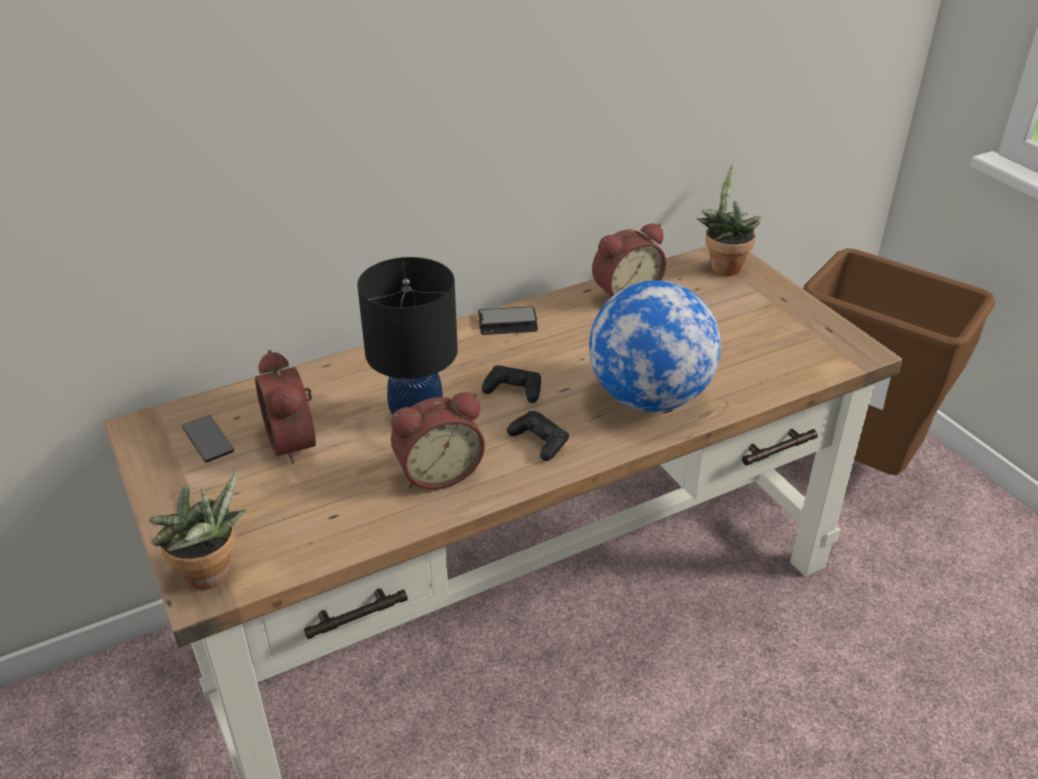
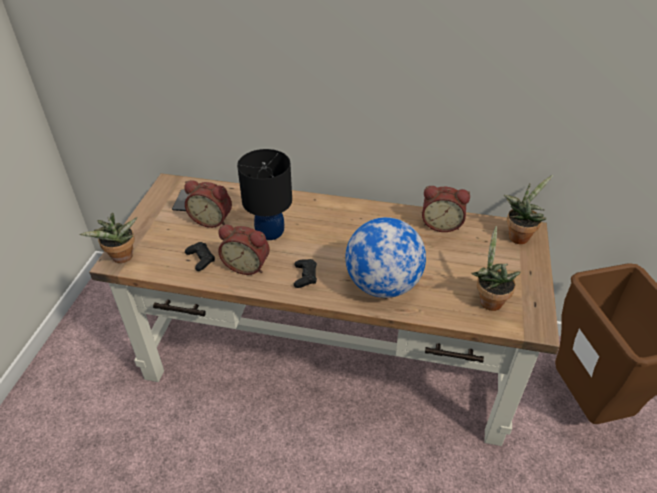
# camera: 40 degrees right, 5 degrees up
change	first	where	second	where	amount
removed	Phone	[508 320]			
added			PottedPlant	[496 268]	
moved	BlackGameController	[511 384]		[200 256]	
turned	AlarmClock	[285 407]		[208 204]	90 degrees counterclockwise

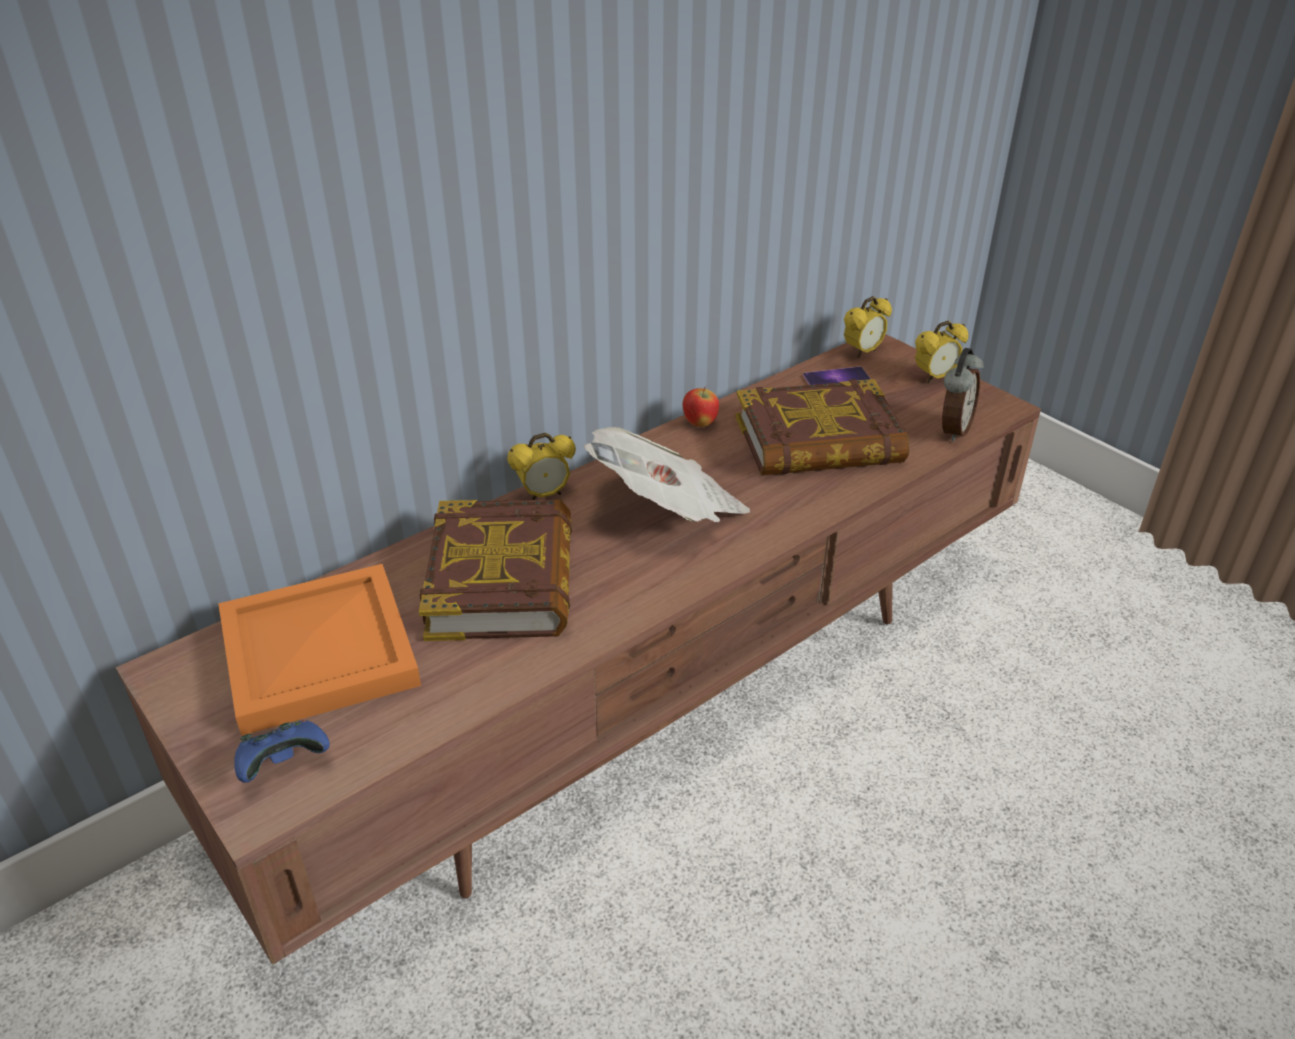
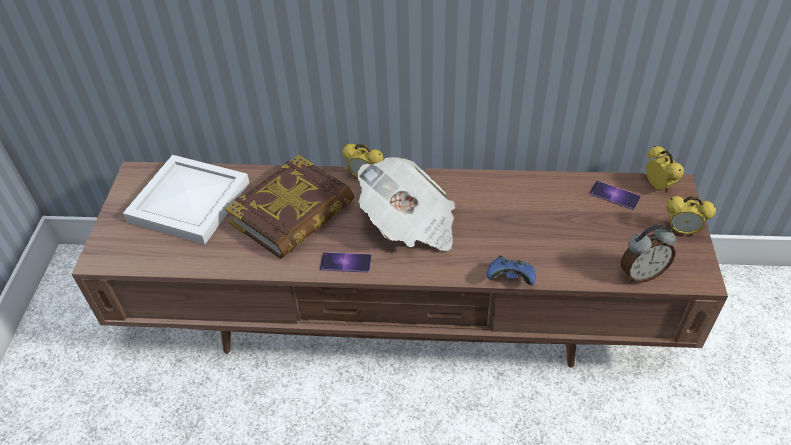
# camera: 45 degrees right, 10 degrees up
change	first	where	second	where	amount
removed	Apple	[701 407]			
removed	Book	[822 427]			
added			Phone	[346 262]	
moved	BlueGameController	[282 751]		[511 270]	
recoloured	OrangeTray	[319 650]	WhiteTray	[186 200]	
turned	AlarmClock	[868 327]		[665 168]	120 degrees counterclockwise

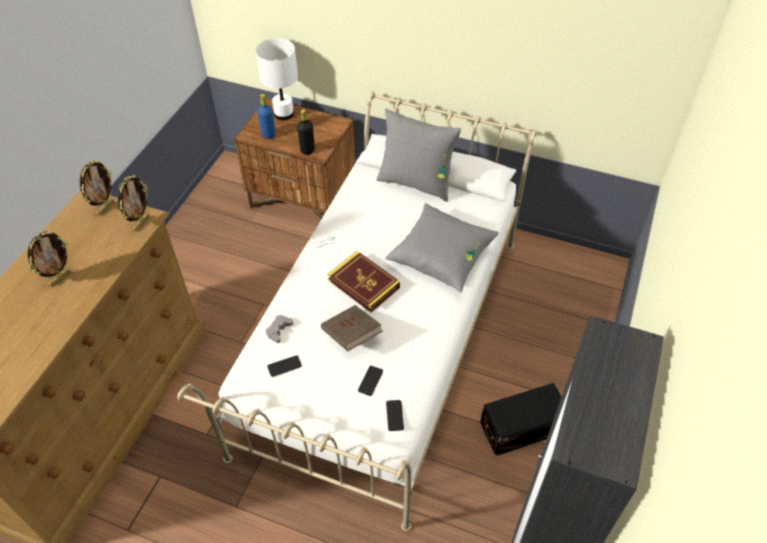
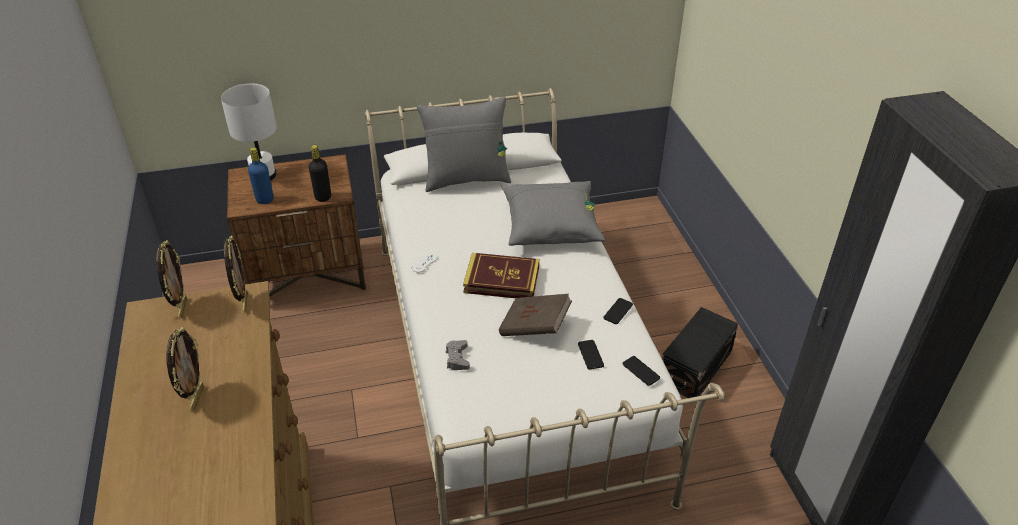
# camera: 35 degrees left, 10 degrees down
change	first	where	second	where	amount
moved	Phone	[285 366]		[618 311]	

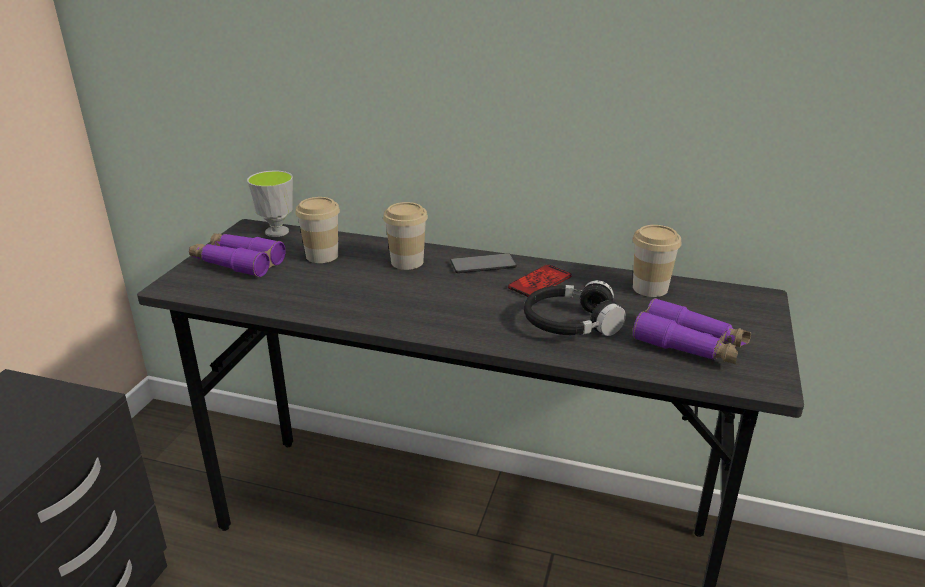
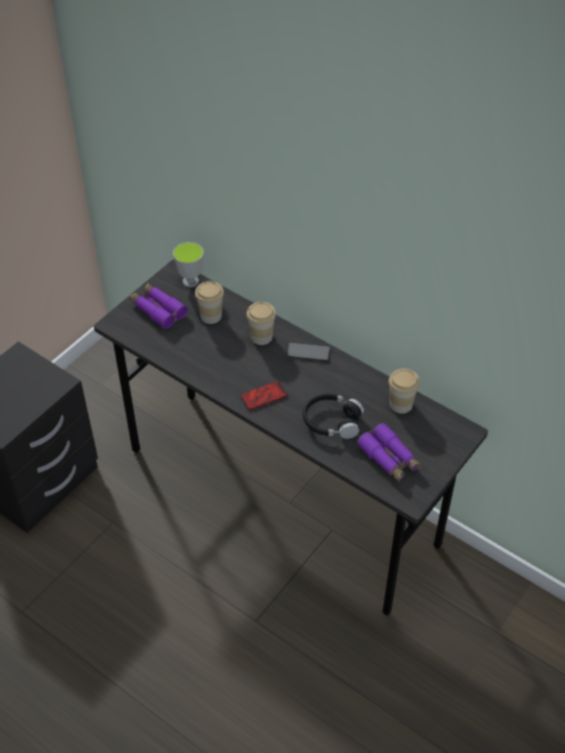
# camera: 20 degrees right, 20 degrees up
change	first	where	second	where	amount
moved	Phone	[540 280]		[263 395]	

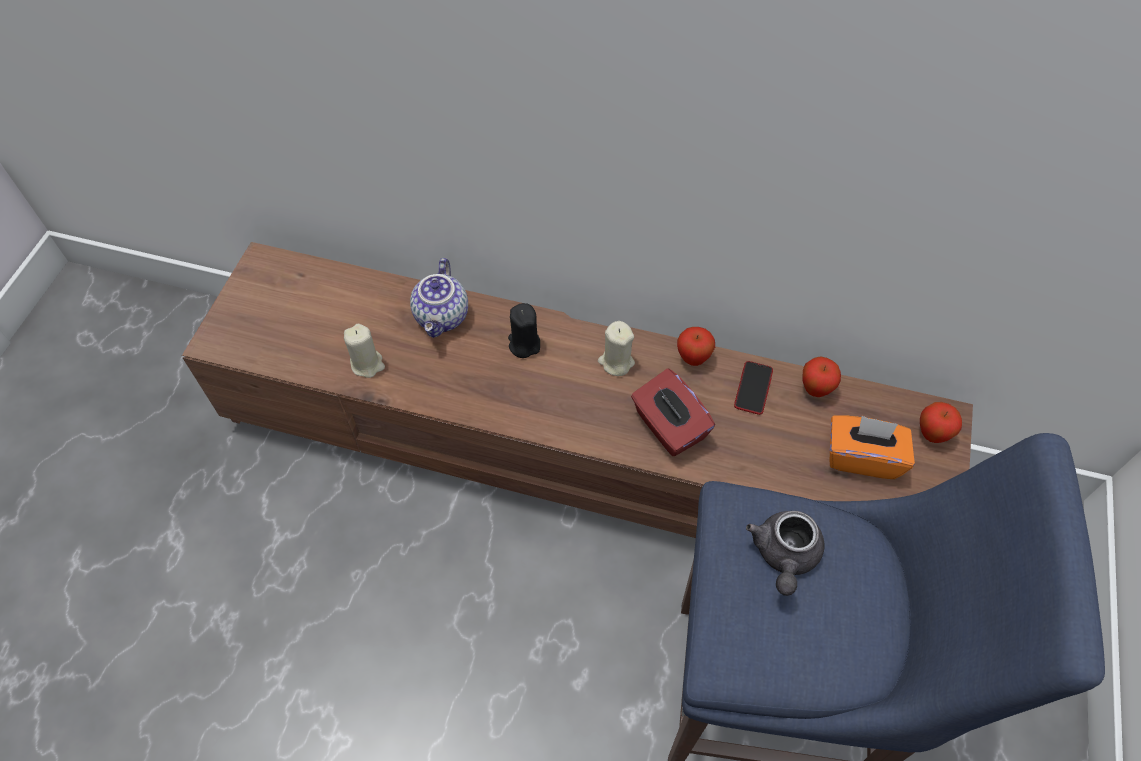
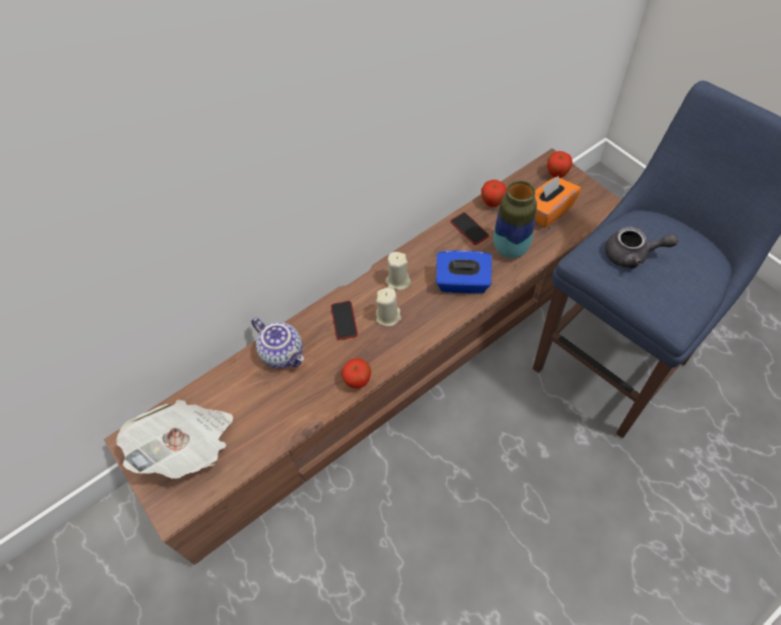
# camera: 50 degrees left, 0 degrees up
change	first	where	second	where	amount
added			Newspaper	[174 439]	
added			Vase	[515 219]	
moved	BeigeCandle	[364 351]		[388 307]	
moved	Apple	[696 346]		[356 373]	
replaced	BlackCandle	[524 330]	Phone	[344 320]	
recoloured	RedTissueBox	[673 412]	BlueTissueBox	[464 272]	
turned	GreyTeapot	[785 553]		[642 247]	45 degrees counterclockwise

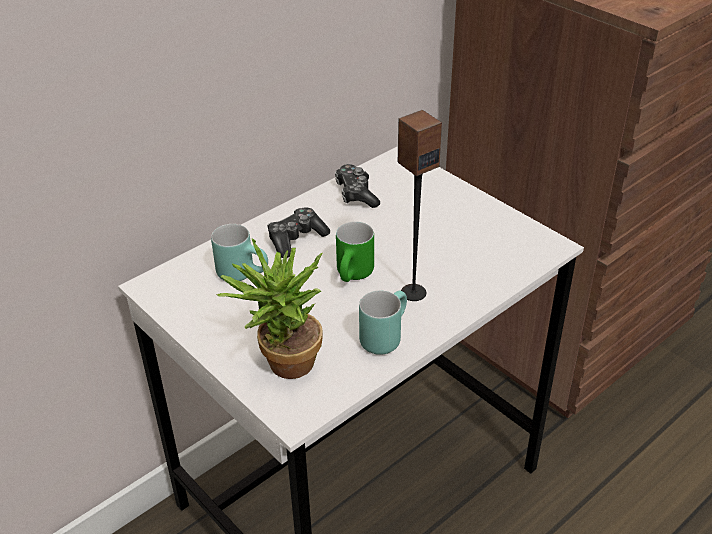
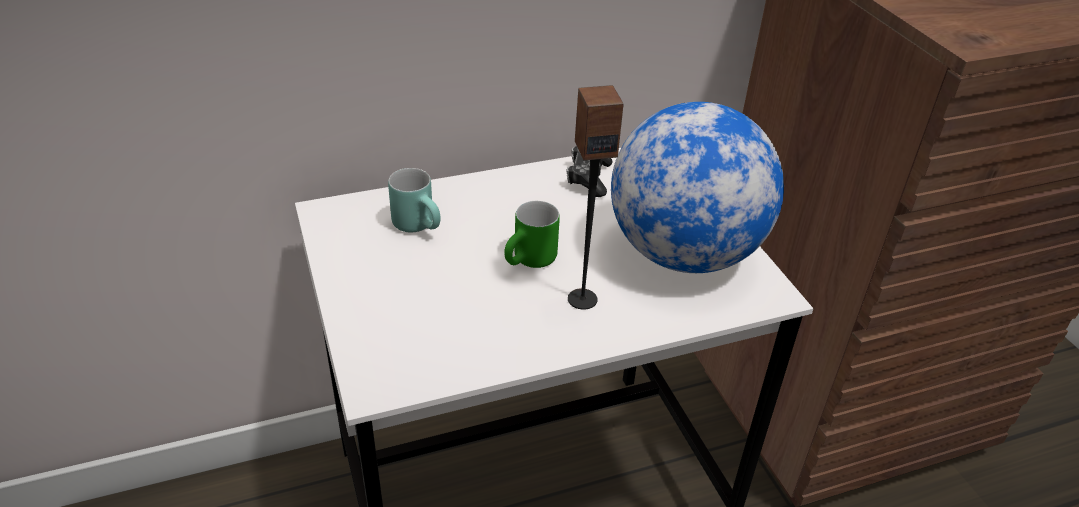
# camera: 20 degrees right, 0 degrees up
change	first	where	second	where	amount
removed	PottedPlant	[269 308]			
removed	GameController	[298 233]			
removed	TurquoiseMug	[383 322]			
added			Globe	[697 187]	

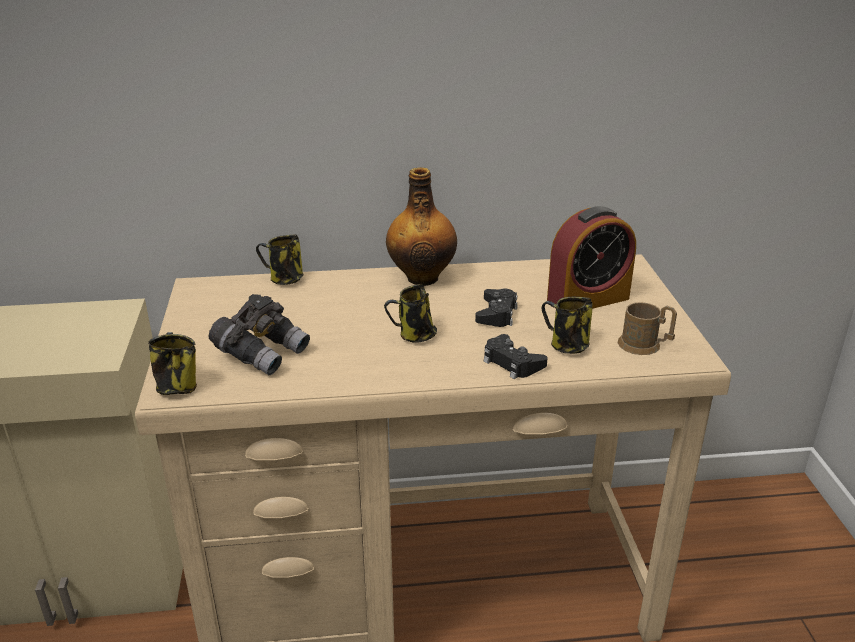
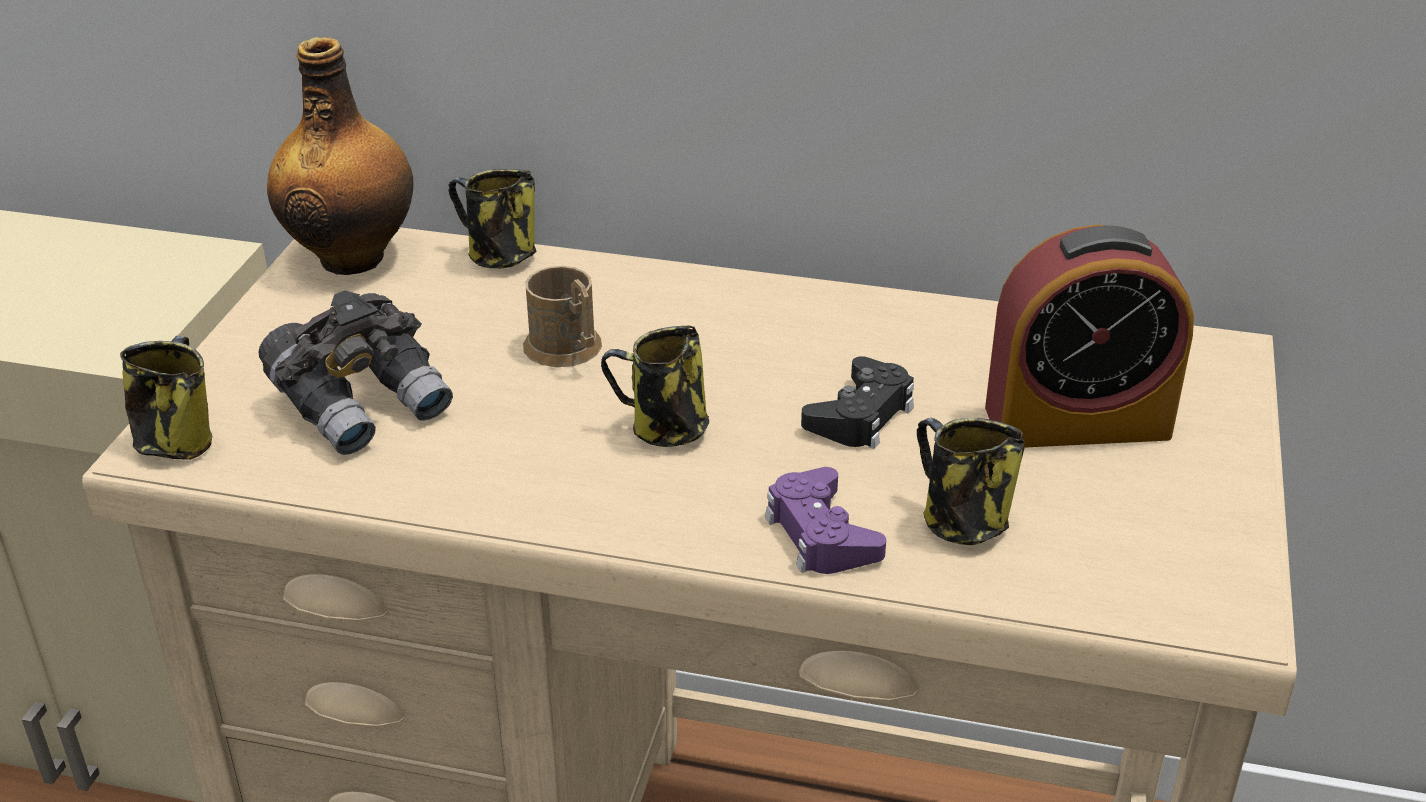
# camera: 20 degrees right, 5 degrees up
change	first	where	second	where	amount
moved	Bottle	[421 226]		[340 156]	
moved	BrownMug	[647 328]		[562 316]	
recoloured	BlackGameController	[516 356]	PurpleGameController	[825 520]	

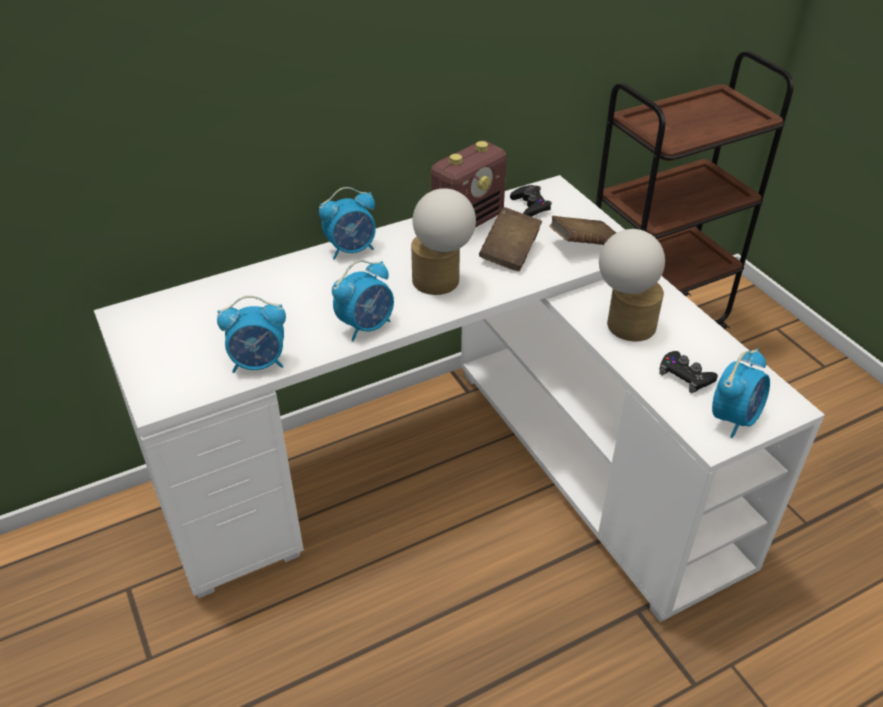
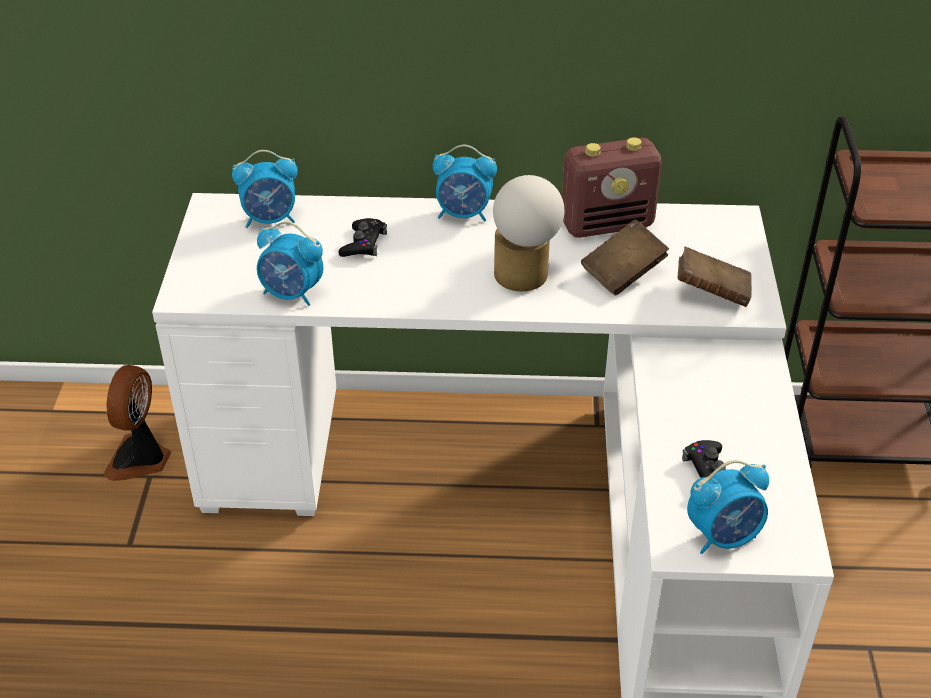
# camera: 30 degrees right, 0 degrees up
change	first	where	second	where	amount
removed	TableLamp	[632 285]			
added			Fan	[137 423]	
moved	AlarmClock	[363 300]		[265 189]	
moved	BlackGameController	[531 201]		[363 237]	

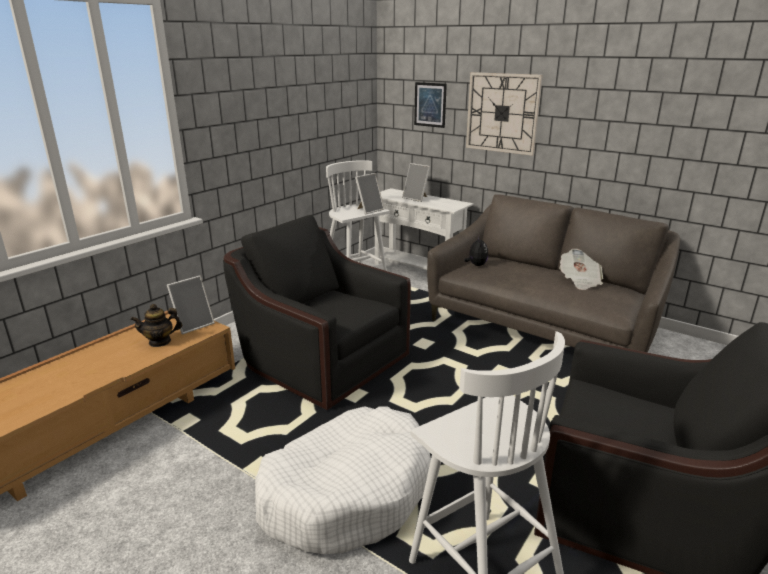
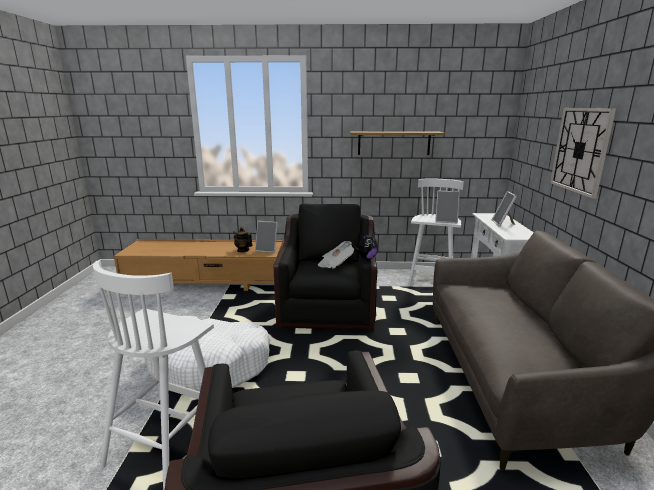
# camera: 55 degrees right, 5 degrees down
change	first	where	second	where	amount
removed	Picture	[430 105]			
added			Shelf	[397 143]	
moved	PlushToy	[476 251]		[366 246]	
moved	Newspaper	[581 269]		[336 255]	

